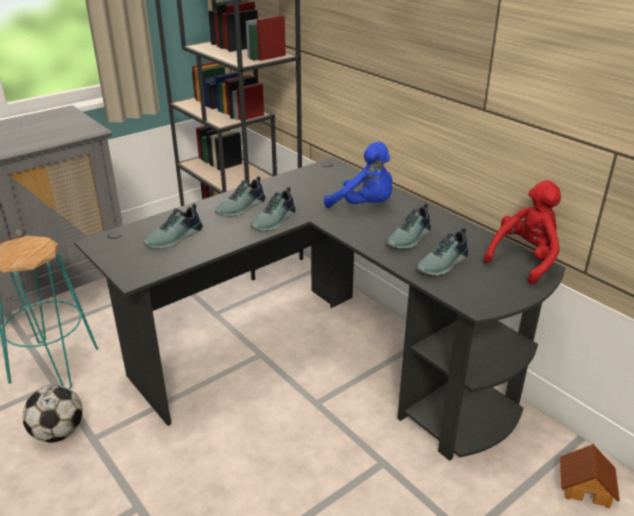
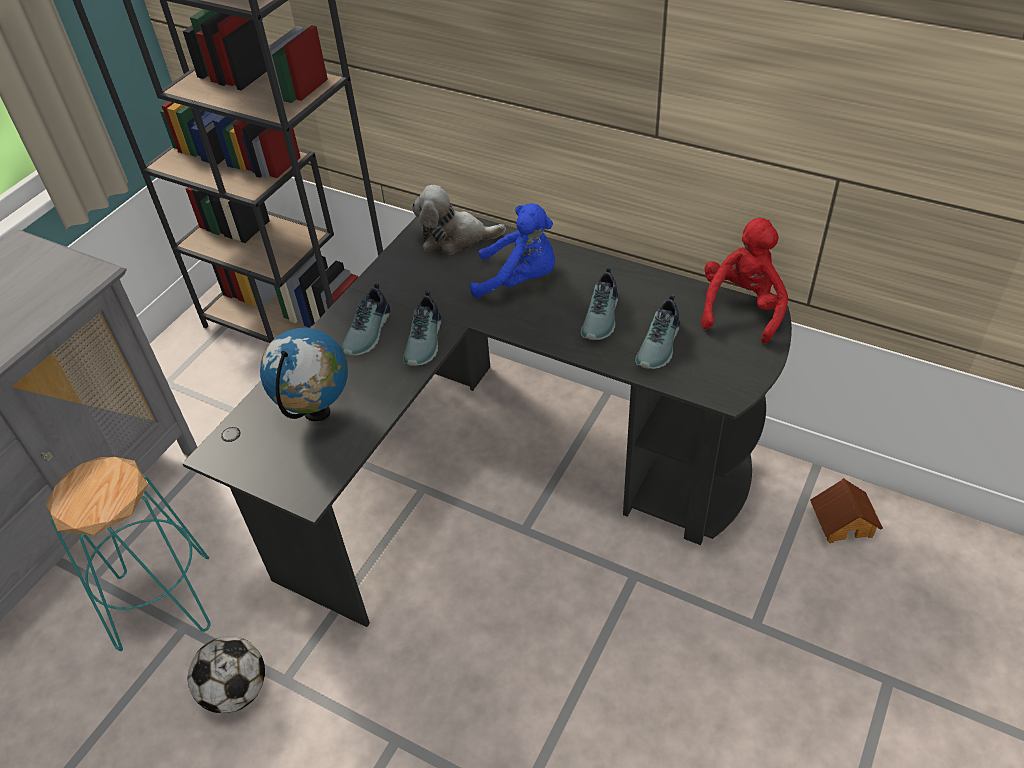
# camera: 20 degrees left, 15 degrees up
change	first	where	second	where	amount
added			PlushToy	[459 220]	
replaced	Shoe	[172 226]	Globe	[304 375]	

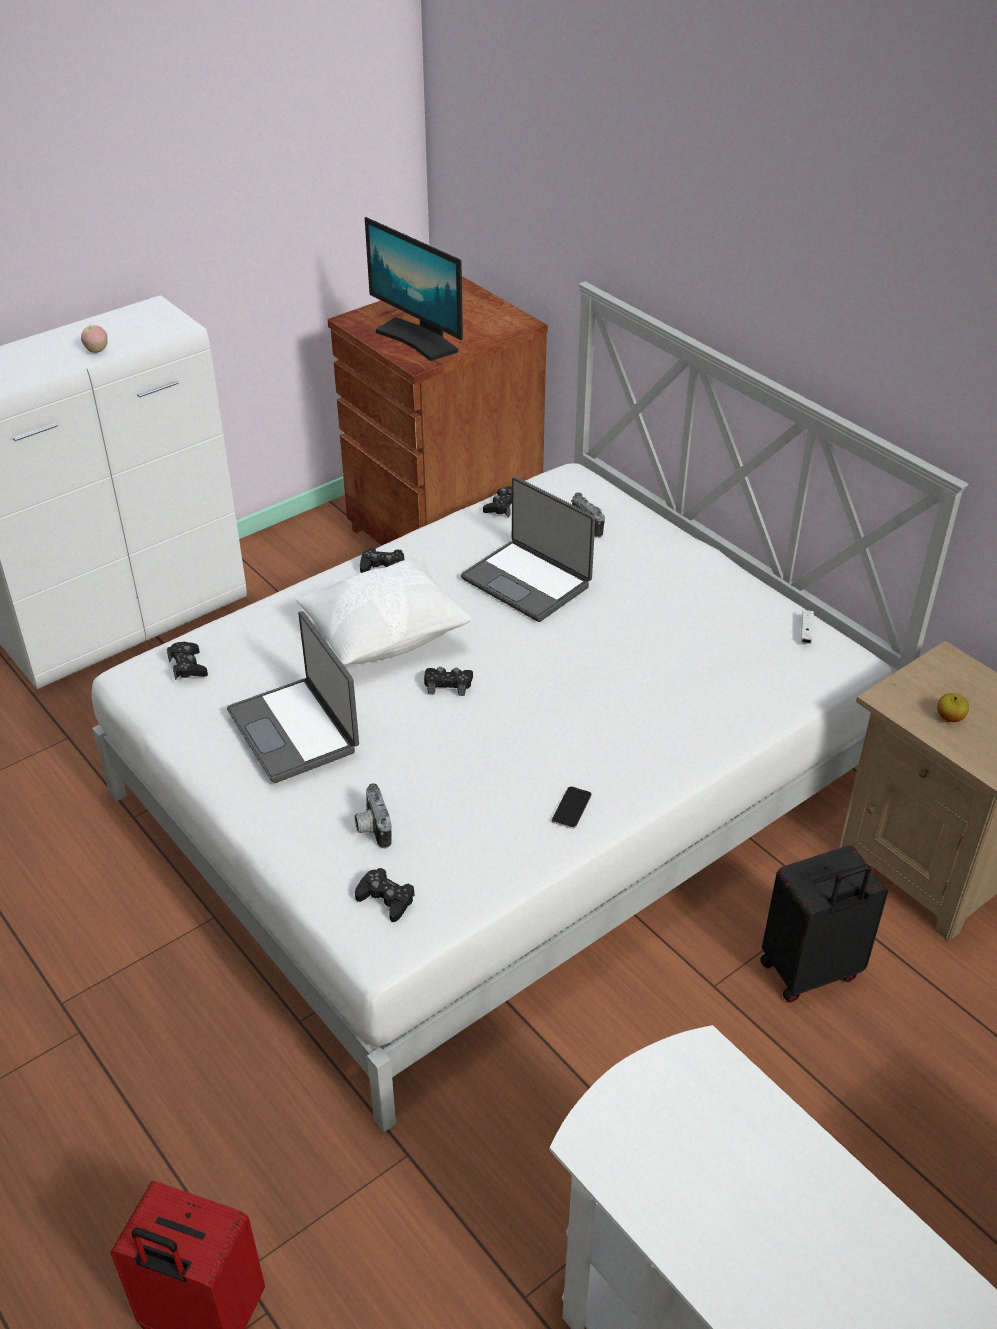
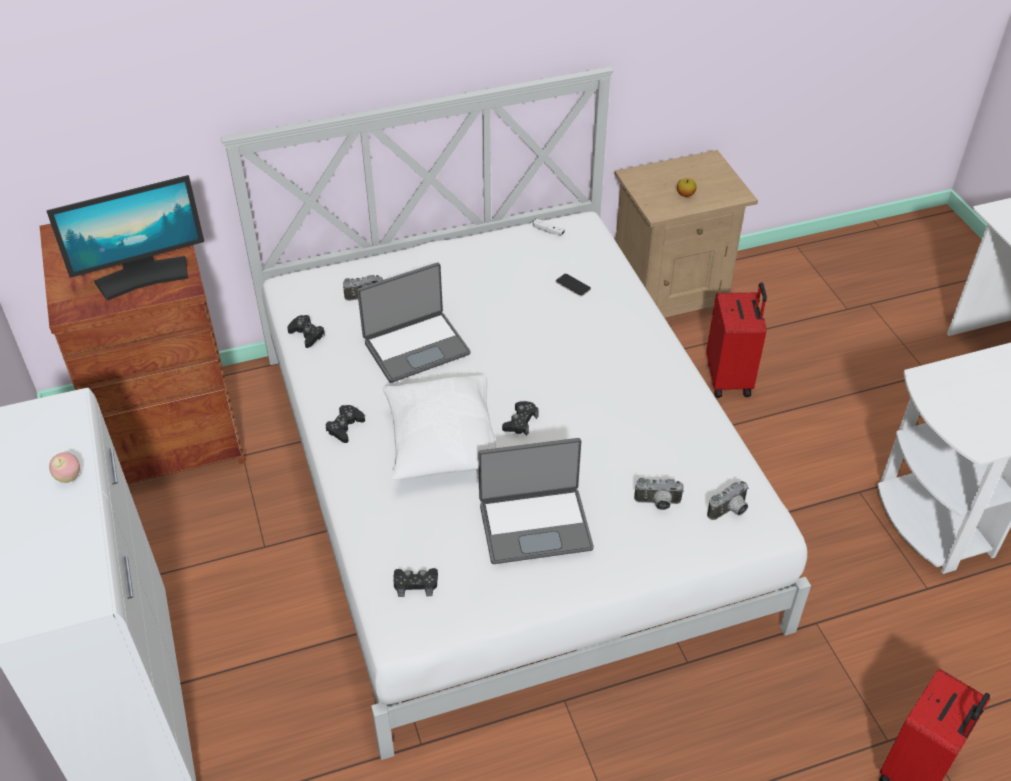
# camera: 70 degrees left, 5 degrees up
change	first	where	second	where	amount
moved	Phone	[572 807]		[573 285]	
replaced	BlackGameController	[385 895]	PhotoCamera	[728 500]	
recoloured	BlackSuitcase	[824 923]	RedSuitcase	[736 340]	

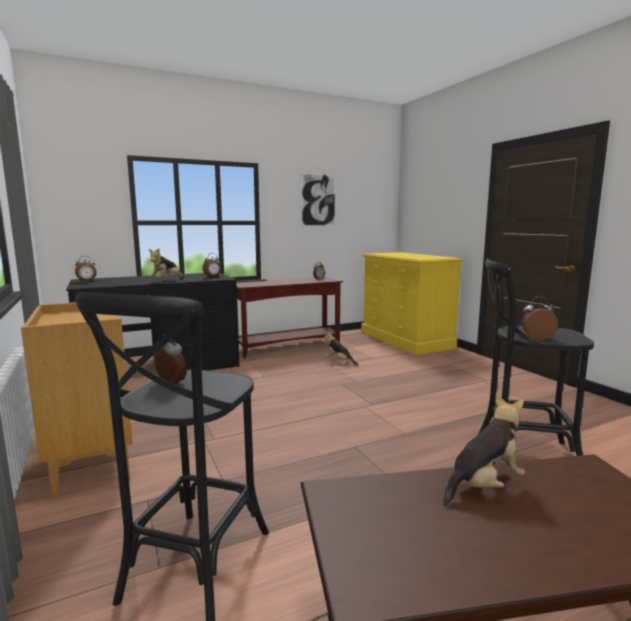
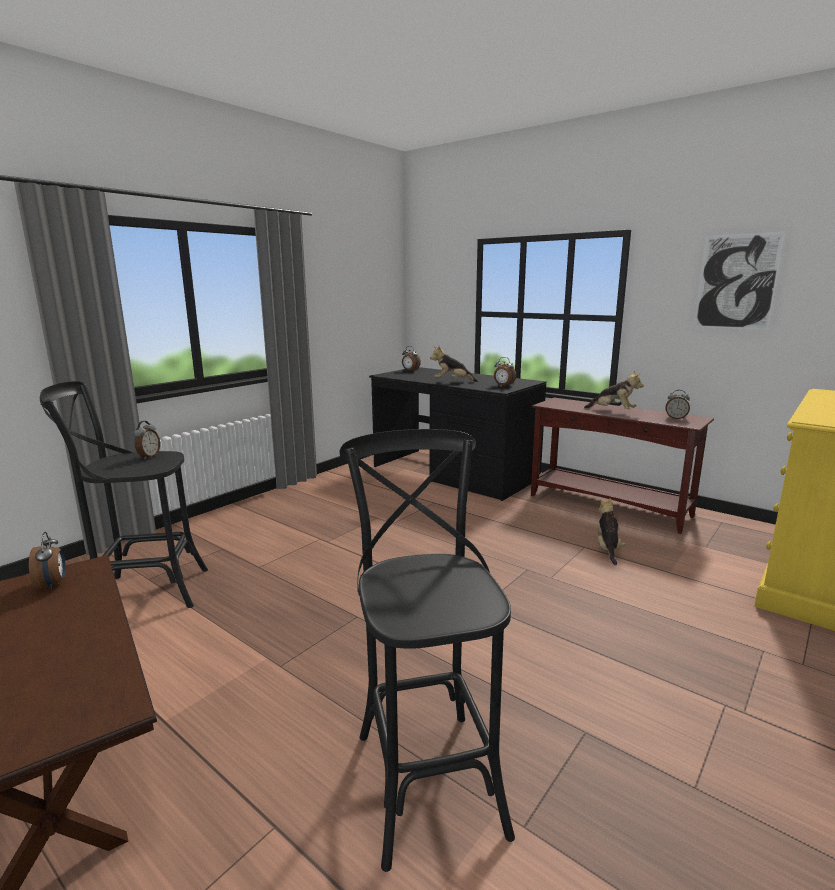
# camera: 65 degrees right, 5 degrees up
change	first	where	second	where	amount
removed	BrownCabinet	[77 400]			
moved	PlushToy	[484 450]		[614 390]	
moved	AlarmClock	[540 318]		[47 561]	

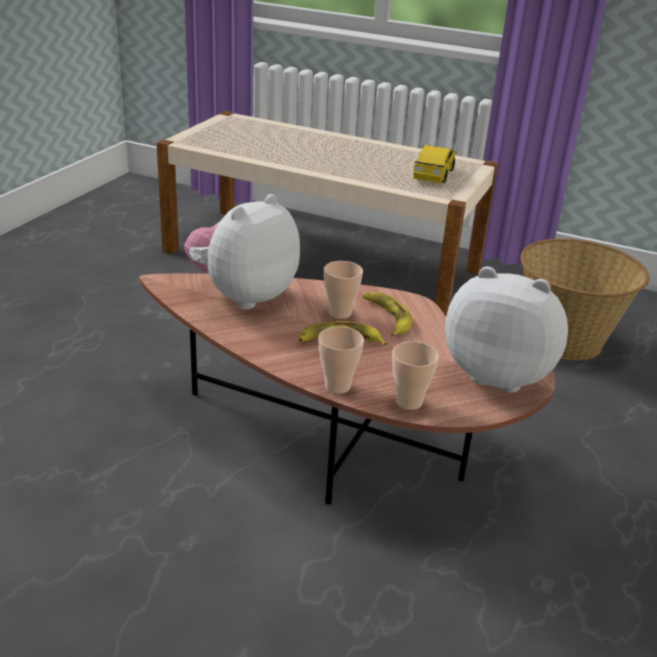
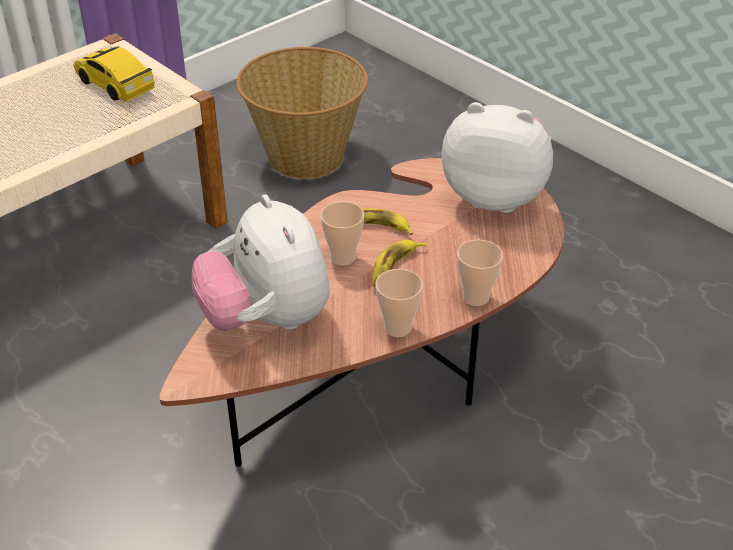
# camera: 65 degrees left, 10 degrees up
change	first	where	second	where	amount
moved	Cup	[415 375]		[399 303]	
turned	PlushToy	[506 330]		[497 157]	60 degrees clockwise

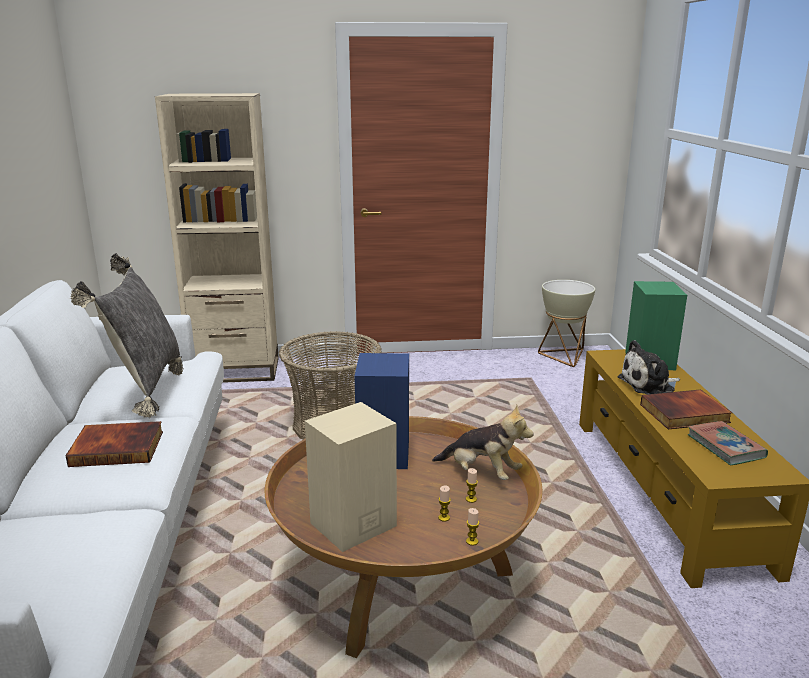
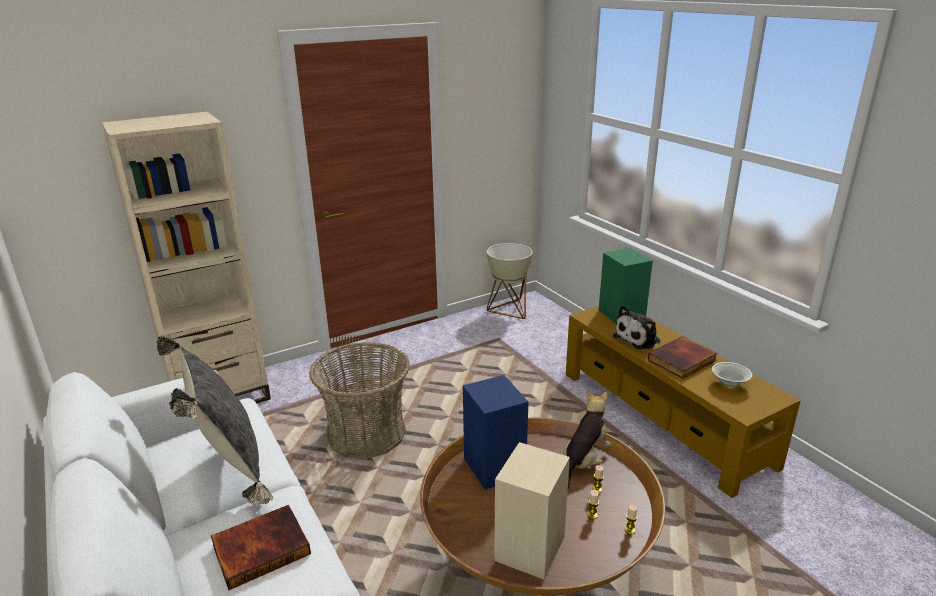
# camera: 25 degrees left, 5 degrees up
change	first	where	second	where	amount
replaced	Book	[728 443]	WhiteBowl	[732 374]	
turned	PlushToy	[482 442]		[587 440]	60 degrees counterclockwise

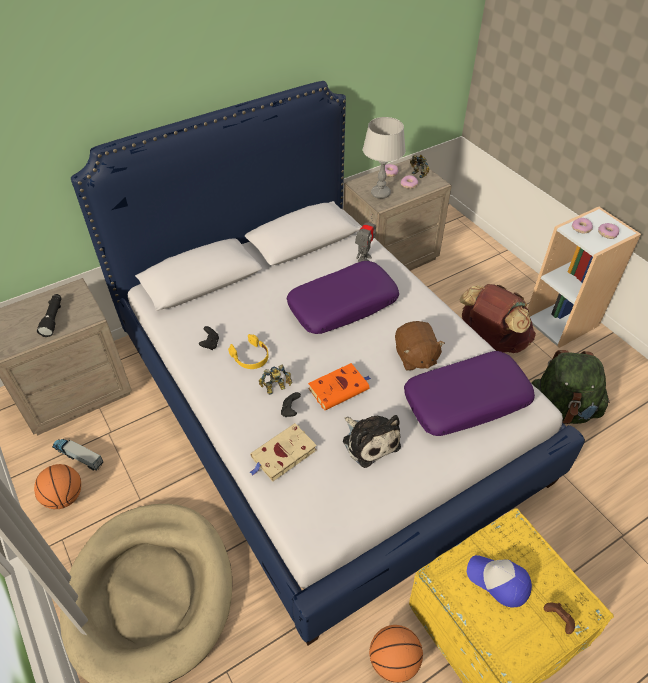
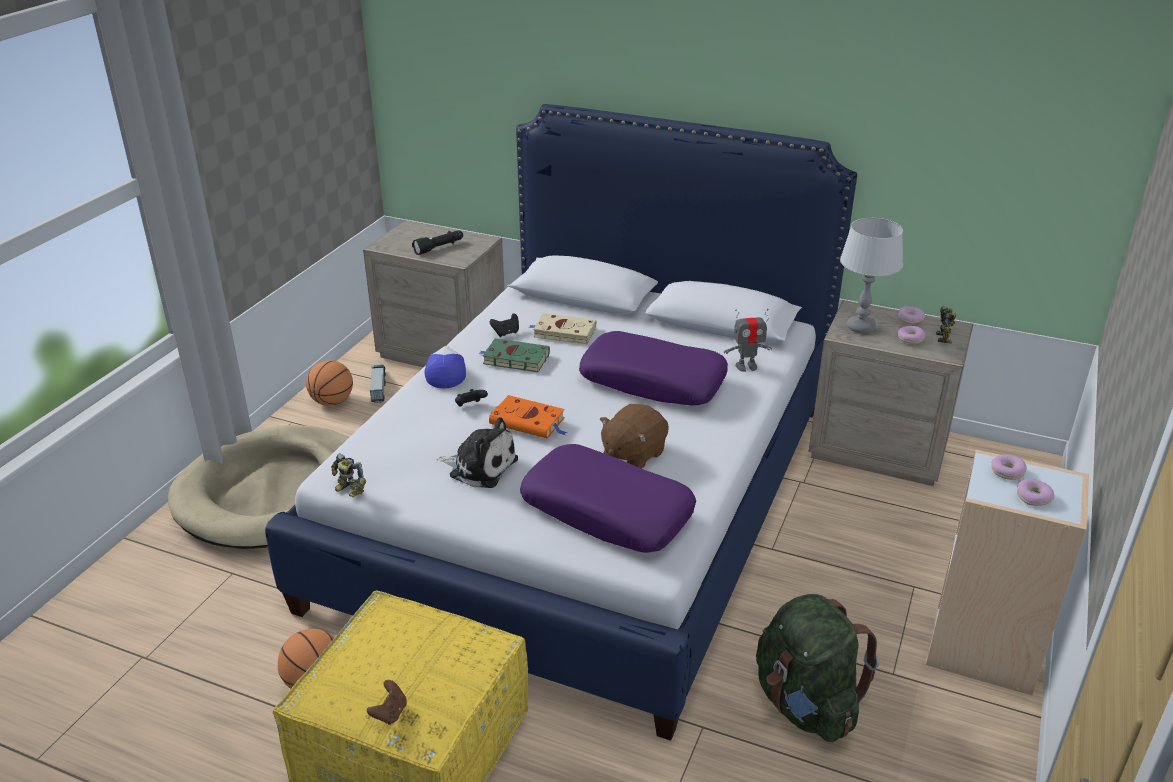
# camera: 55 degrees right, 15 degrees down
change	first	where	second	where	amount
removed	BrownBackpack	[497 318]			
moved	BeigeBook	[283 452]		[562 328]	
moved	ToyRobot	[275 380]		[348 475]	
moved	Cap	[499 581]		[445 367]	
replaced	YellowHeadphones	[248 351]	GreenBook	[515 355]	
turned	PlushToy	[372 441]		[477 452]	90 degrees counterclockwise

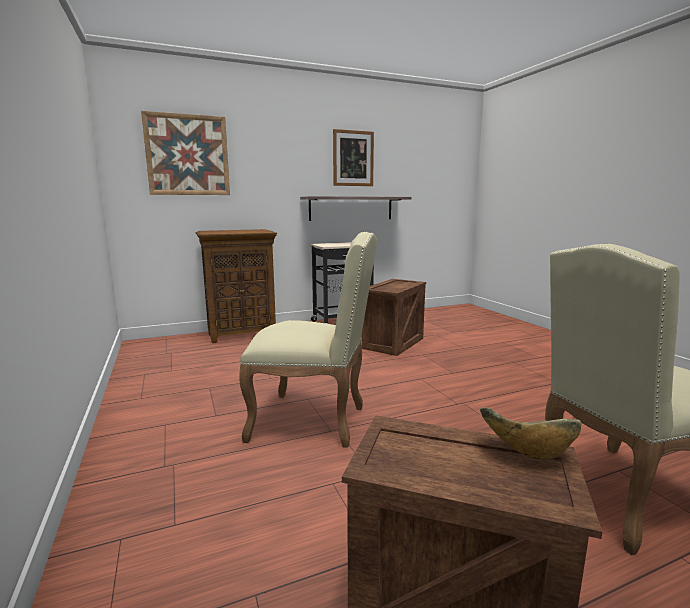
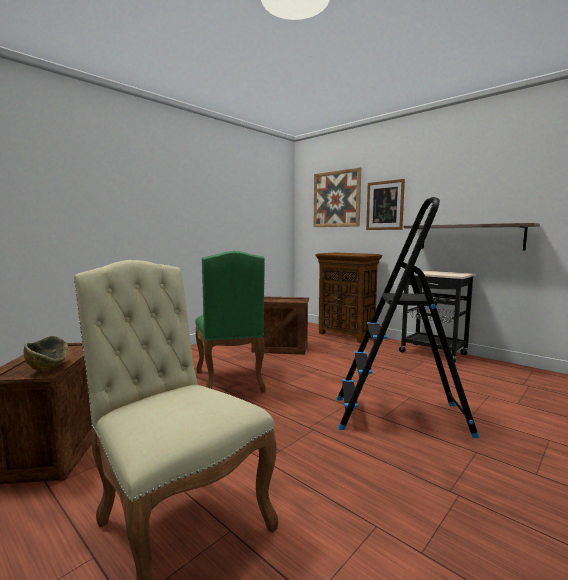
# camera: 65 degrees right, 5 degrees down
change	first	where	second	where	amount
added			BlackStepLadder	[408 317]	
moved	Picture	[353 157]		[385 204]	
moved	Crate	[394 317]		[280 325]	
recoloured	BeigeChair	[308 339]	GreenChair	[230 322]	

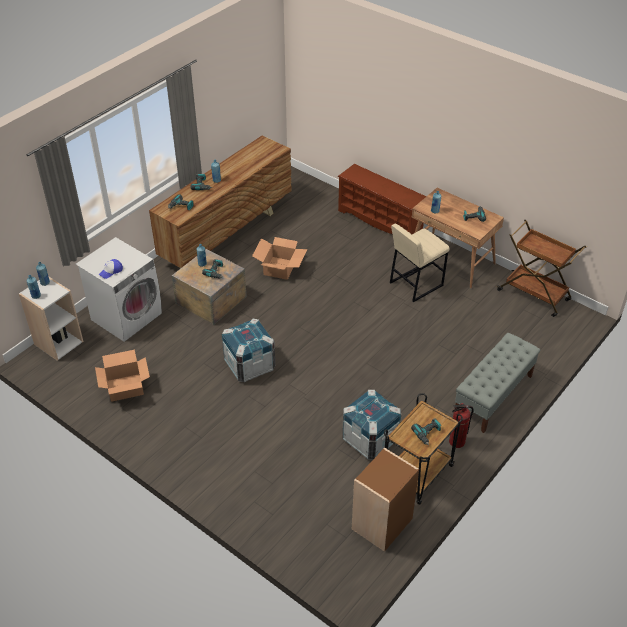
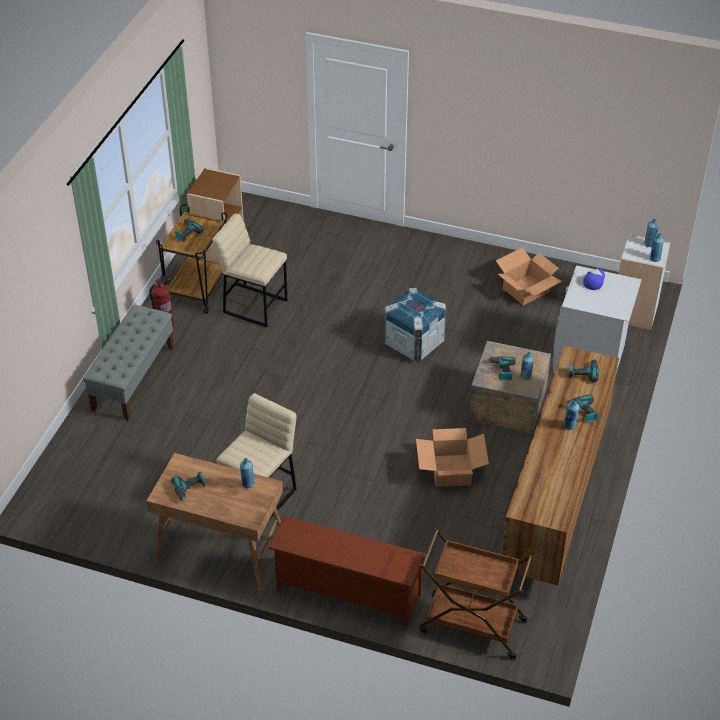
# camera: 160 degrees right, 0 degrees up
change	first	where	second	where	amount
moved	BrownCart	[541 268]		[476 594]	
replaced	Crate	[371 425]	BeigeChair	[249 270]	

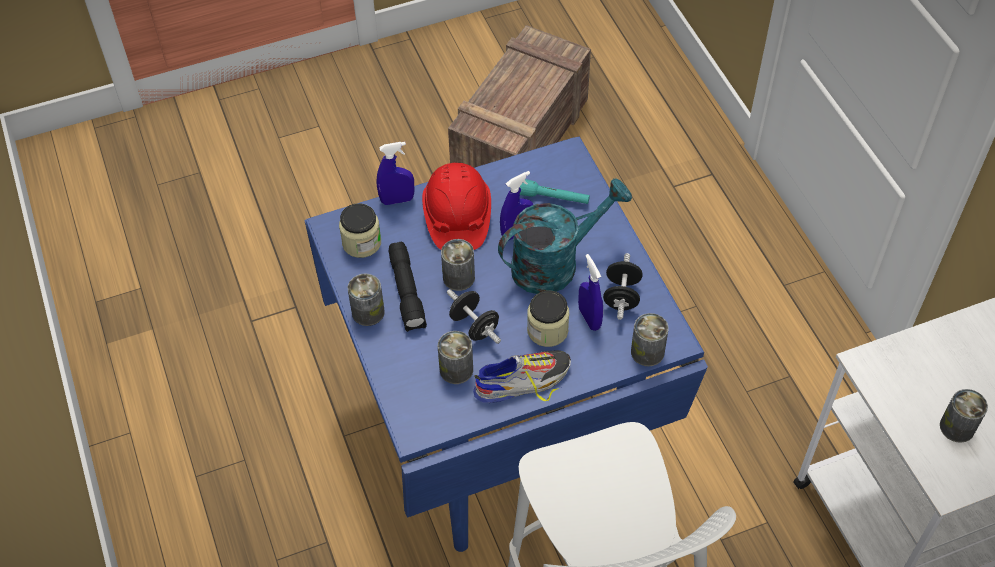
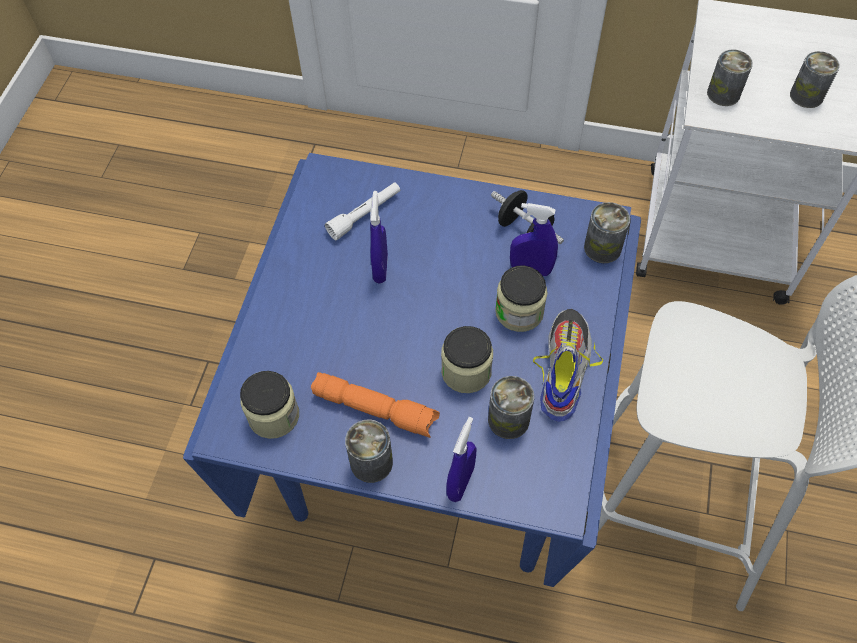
# camera: 55 degrees left, 5 degrees up
change	first	where	second	where	amount
removed	RedHardHat	[456 206]			
removed	Crate	[519 96]			
removed	TurquoiseWateringCan	[565 236]			
moved	BlueSprayBottle	[395 173]		[461 459]	
moved	Can	[458 265]		[730 78]	
replaced	BlackDumbbell	[474 316]	Jar	[467 359]	
recoloured	BlackFlashlight	[408 287]	OrangeFlashlight	[375 405]	
recoloured	TurquoiseFlashlight	[554 191]	WhiteFlashlight	[362 211]	

